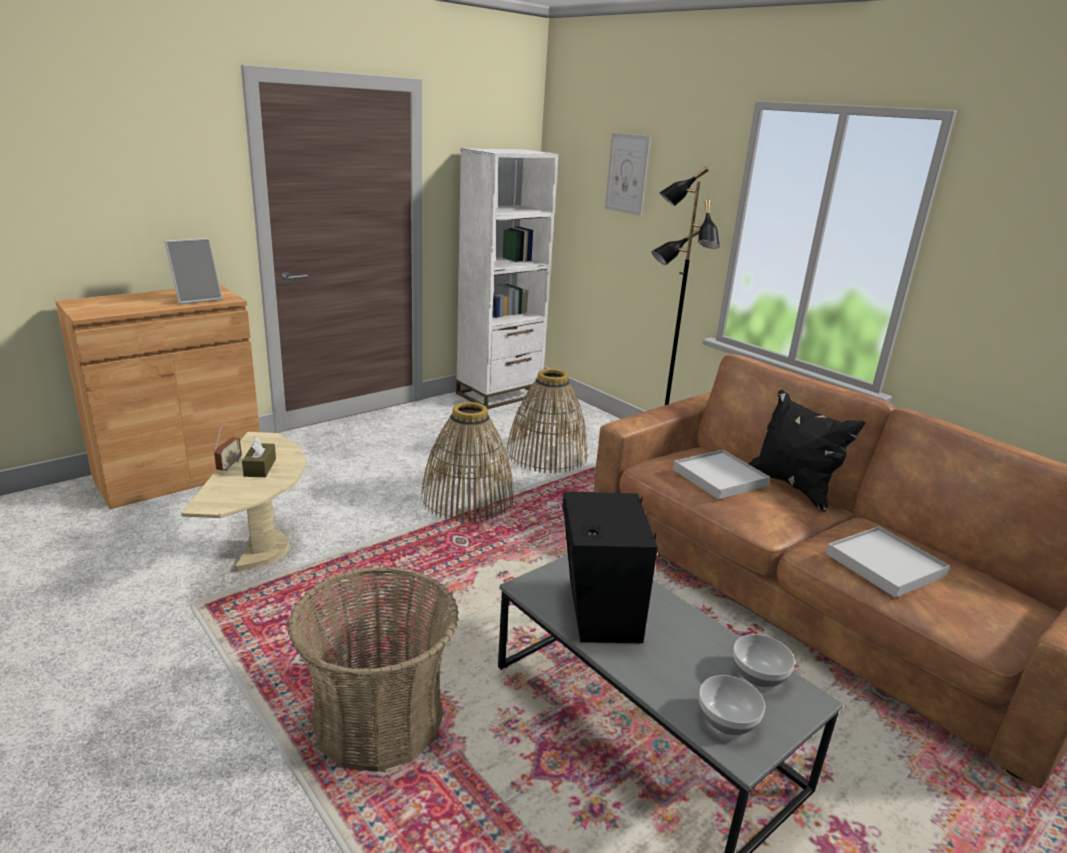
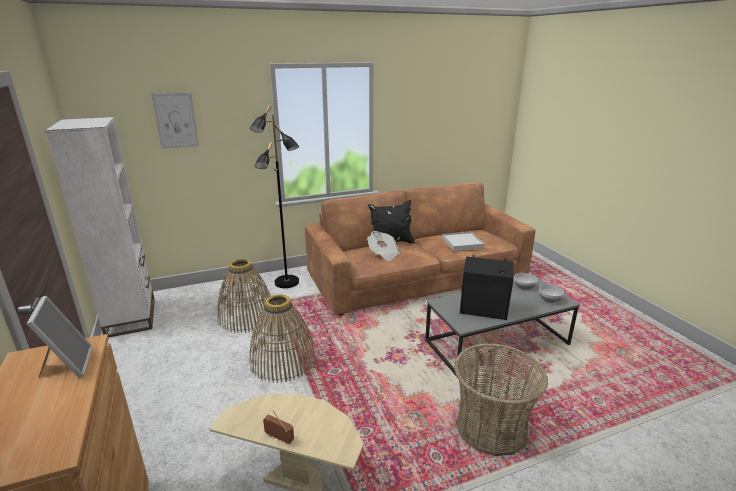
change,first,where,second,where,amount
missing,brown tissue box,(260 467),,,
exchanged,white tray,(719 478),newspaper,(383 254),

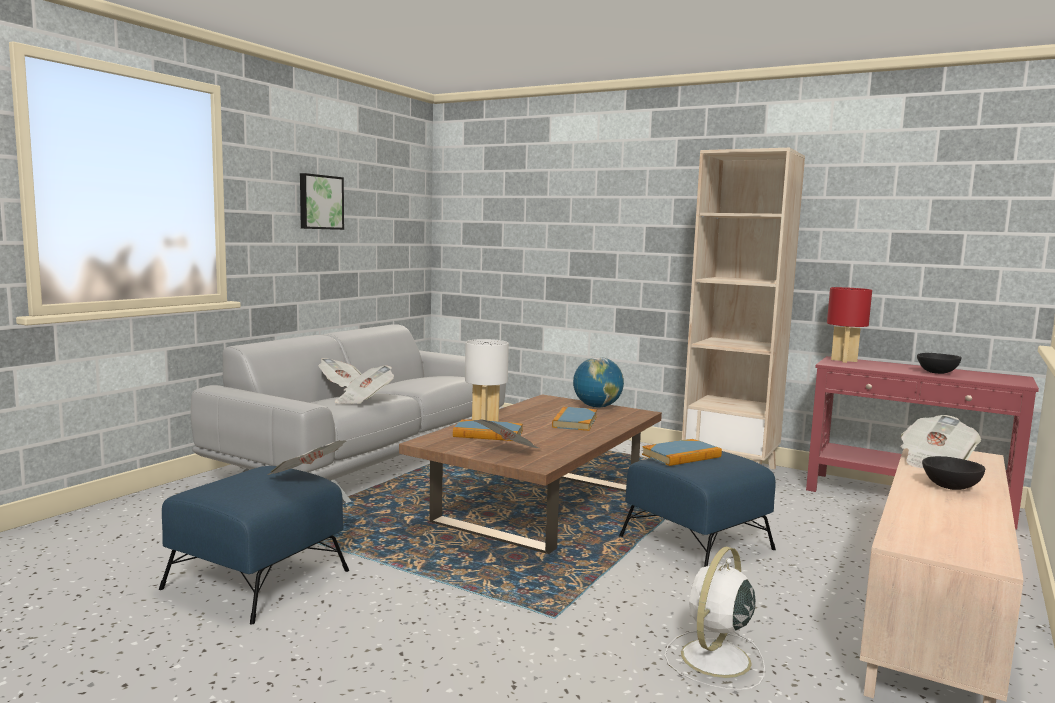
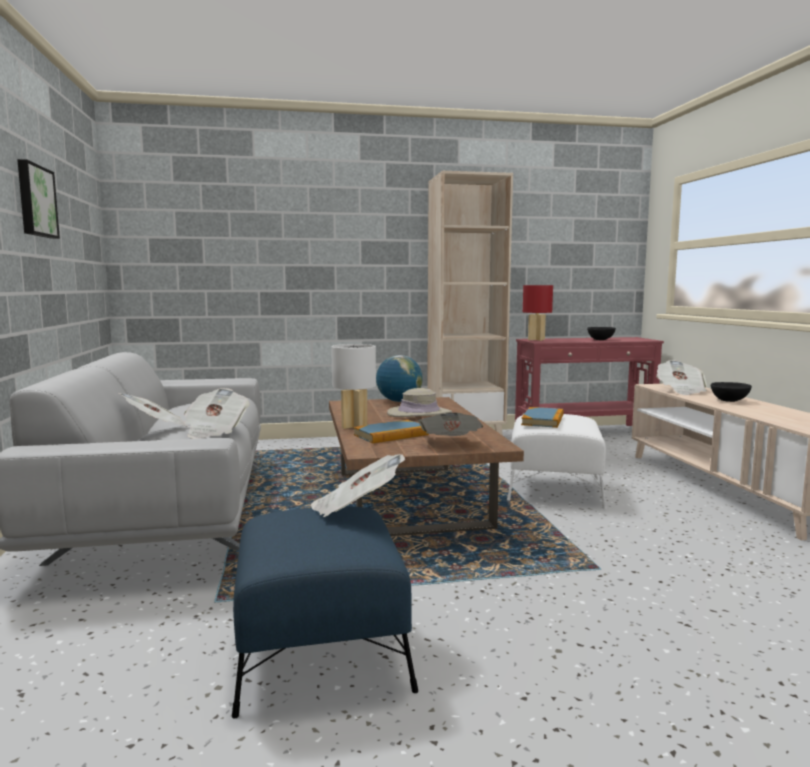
change,first,where,second,where,amount
exchanged,book,(574 422),beige hat,(419 413),
colour,blue ottoman,(694 543),white ottoman,(554 490),
missing,white fan,(714 660),,,

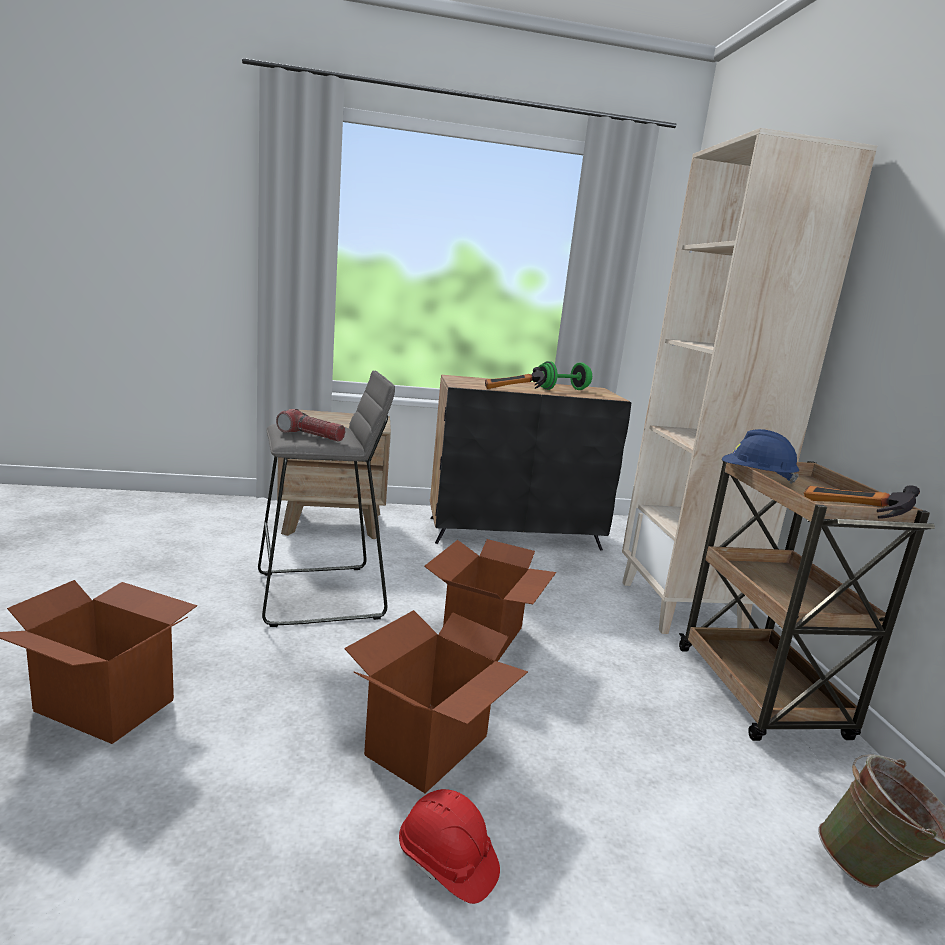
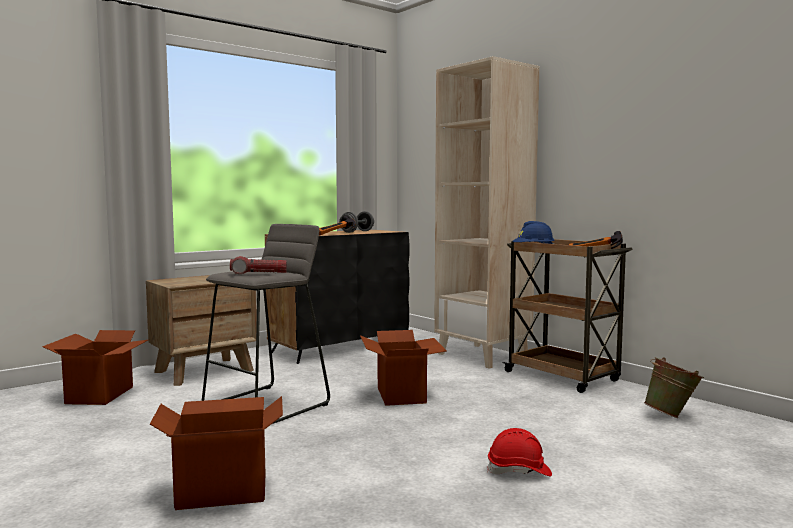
change,first,where,second,where,amount
relocated,cardboard box,(429 746),,(101 395),
colour,green dumbbell,(562 389),grey dumbbell,(357 231),

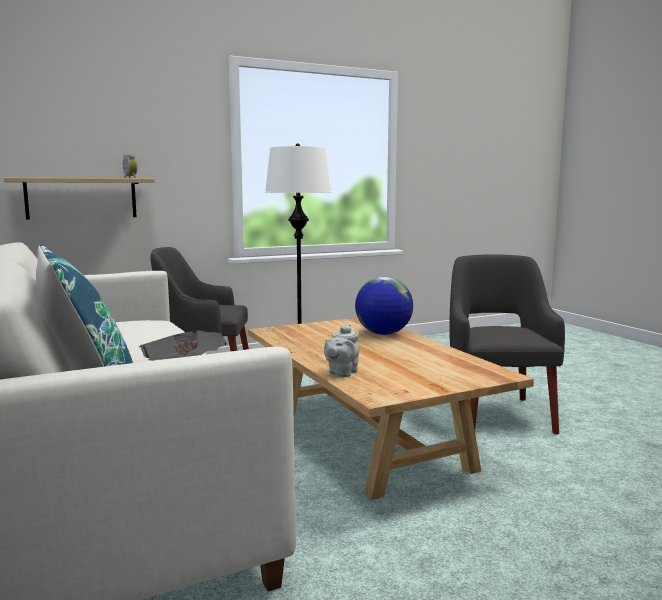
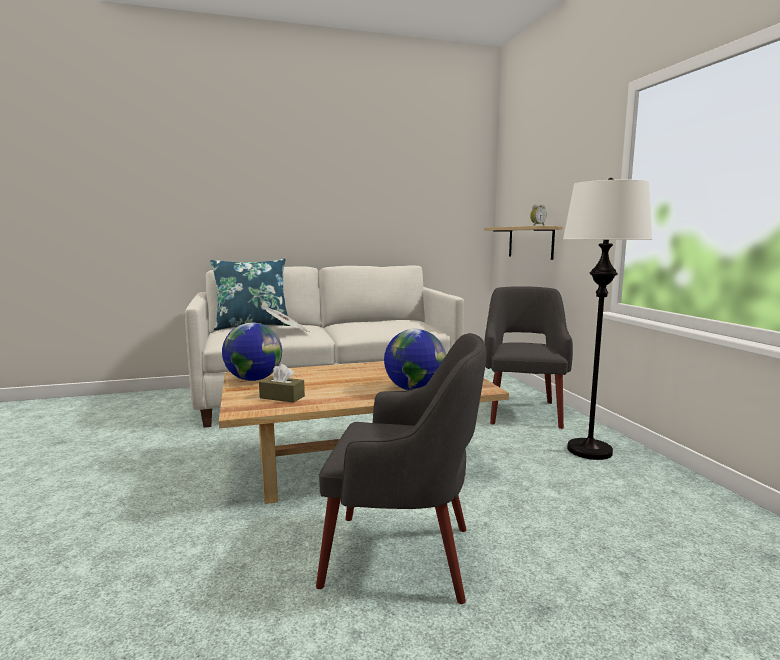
change,first,where,second,where,amount
missing,grey teapot,(341 373),,,
appeared,,,globe,(254 379),
appeared,,,brown tissue box,(282 397),

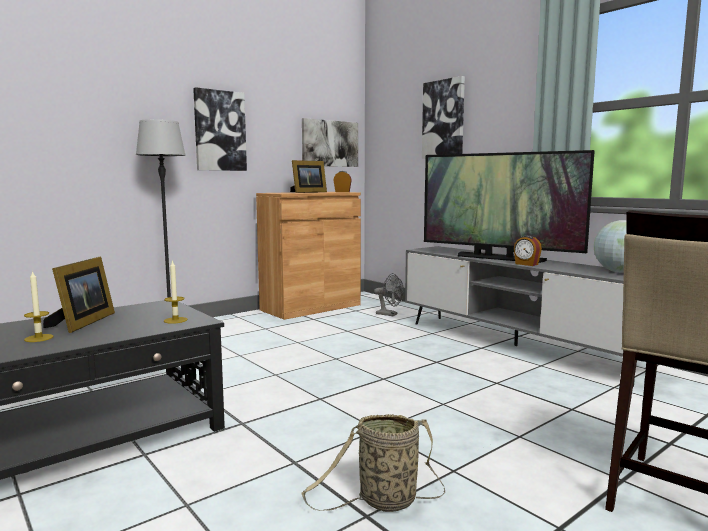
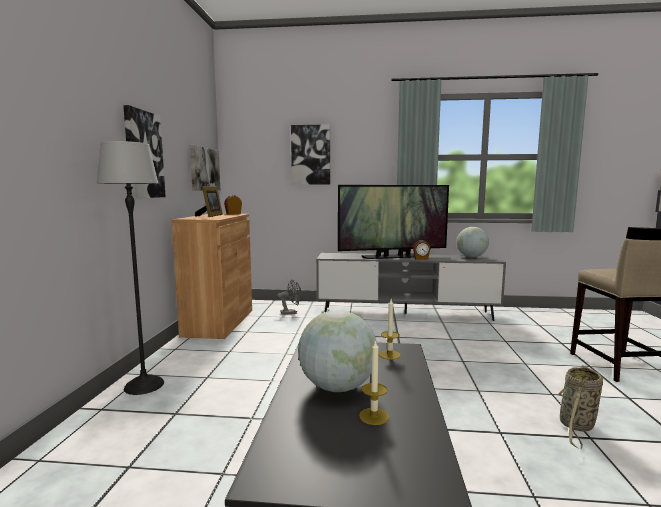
change,first,where,second,where,amount
exchanged,picture frame,(82 323),globe,(337 387),

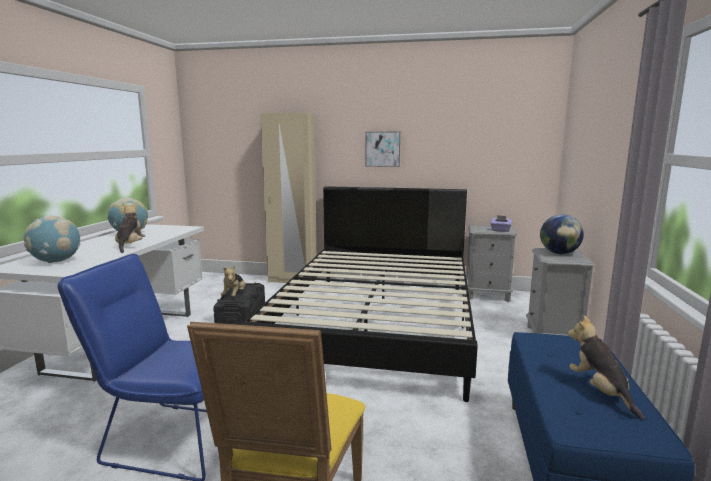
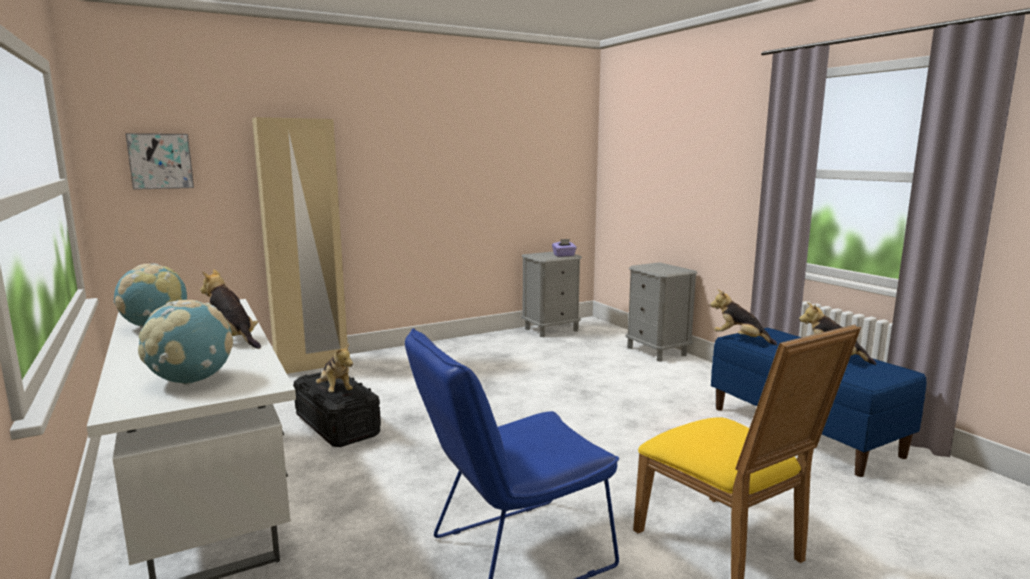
change,first,where,second,where,amount
missing,black bed,(378 323),,,
relocated,picture,(382 149),,(160 161),
missing,globe,(559 253),,,
appeared,,,plush toy,(740 339),

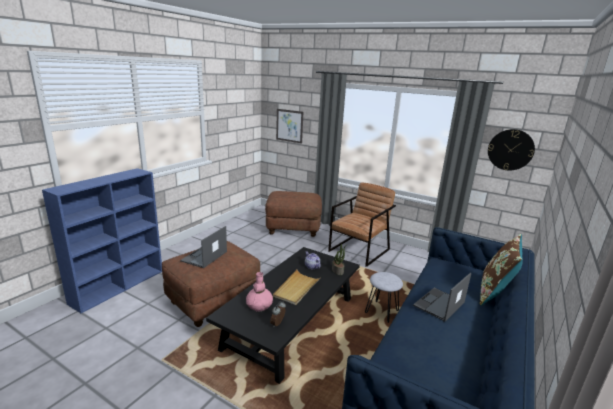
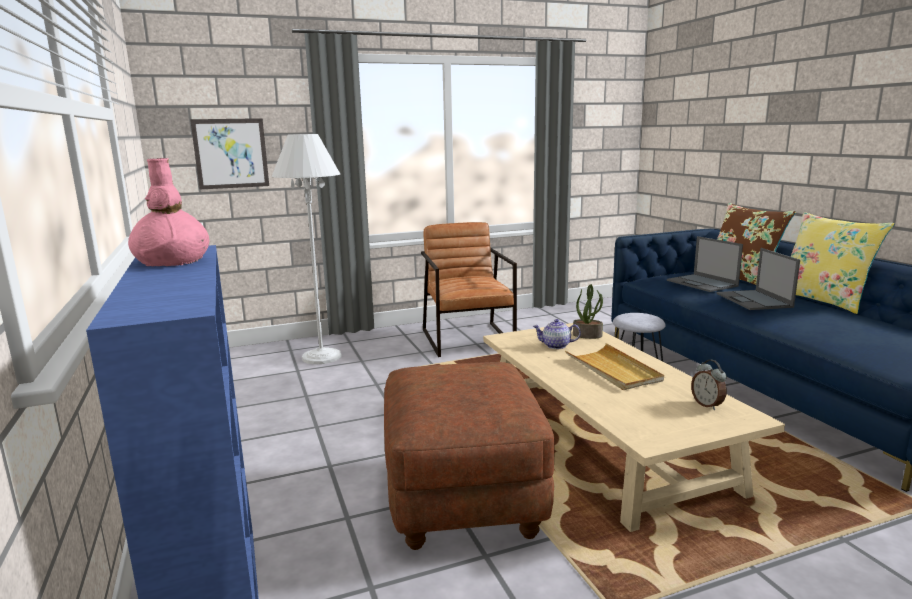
change,first,where,second,where,amount
relocated,laptop,(204 256),,(702 283),
colour,black coffee table,(292 322),beige coffee table,(604 442),
relocated,pink vase,(259 305),,(173 261),
exchanged,brown ottoman,(293 228),white floor lamp,(321 357),
missing,wall clock,(510 150),,,
appeared,,,yellow pillow,(823 300),

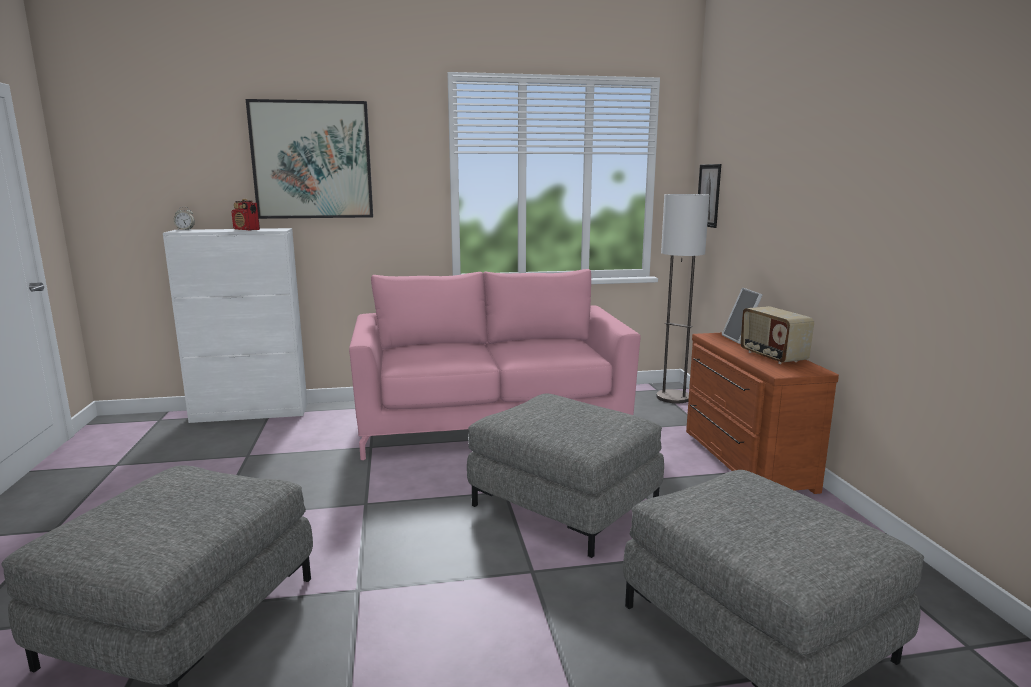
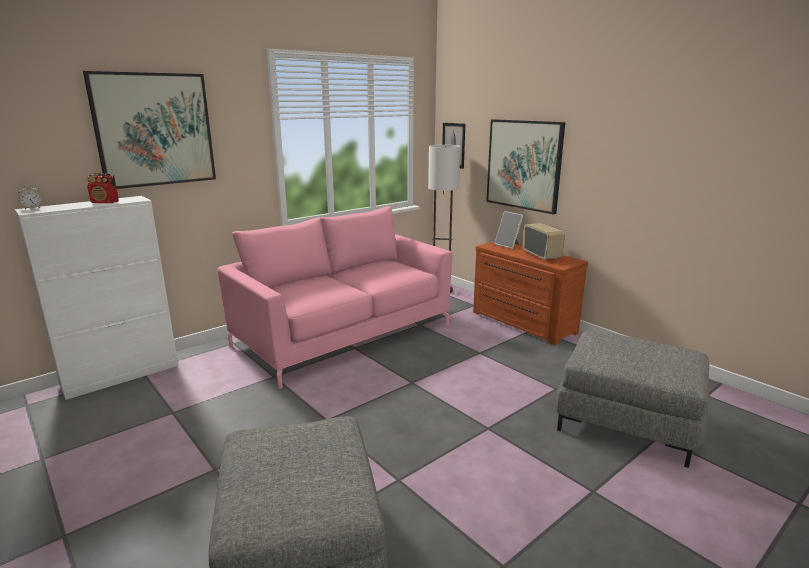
change,first,where,second,where,amount
missing,grey ottoman,(565 504),,,
spun,radio,(772 357),,(541 255),150 degrees counterclockwise
appeared,,,picture,(524 165),

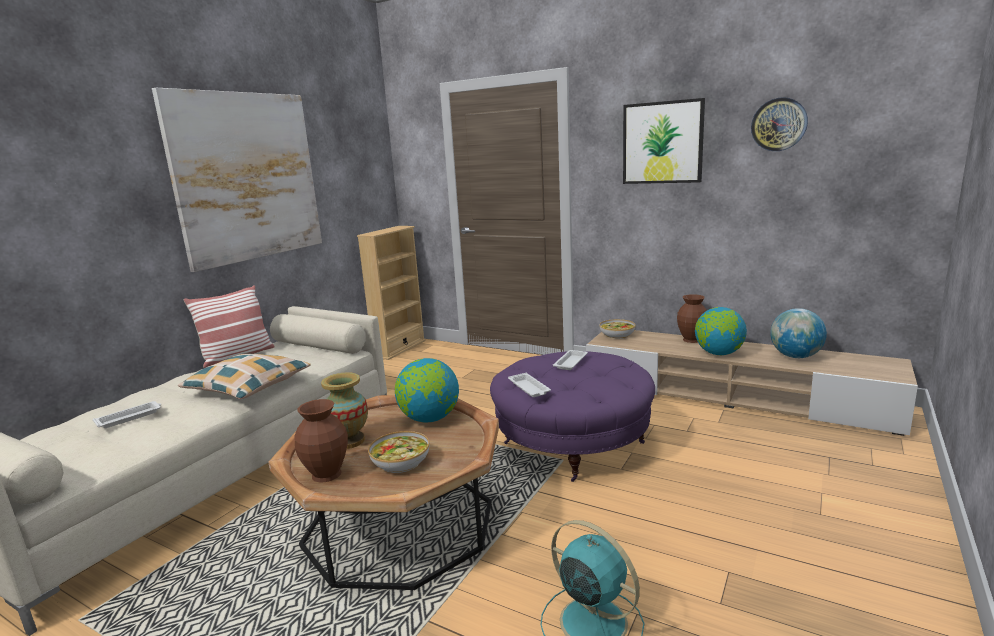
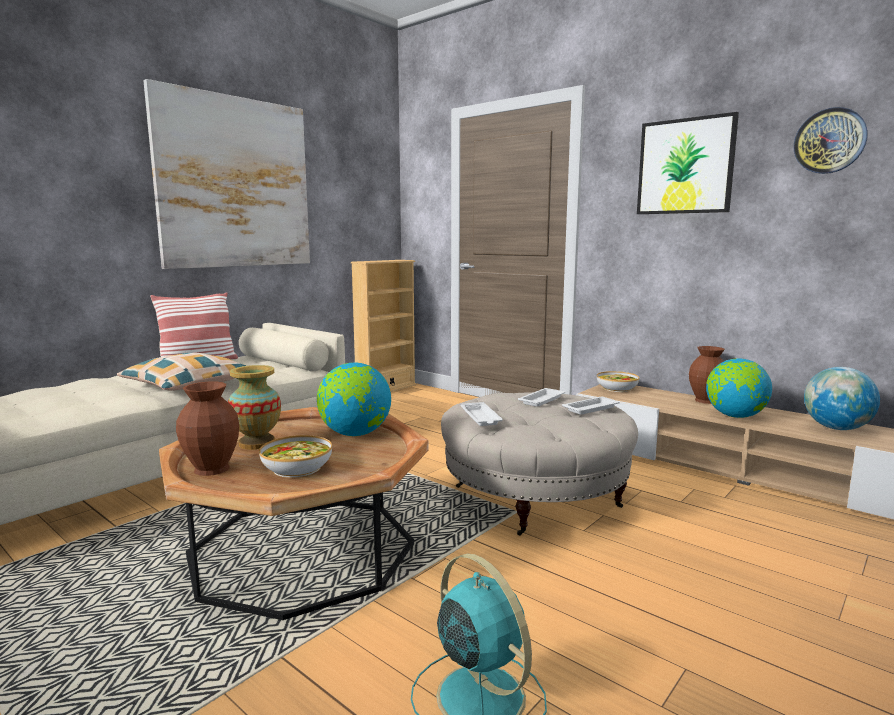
change,first,where,second,where,amount
relocated,white tray,(130 417),,(592 408),
colour,purple ottoman,(572 443),beige ottoman,(535 496),

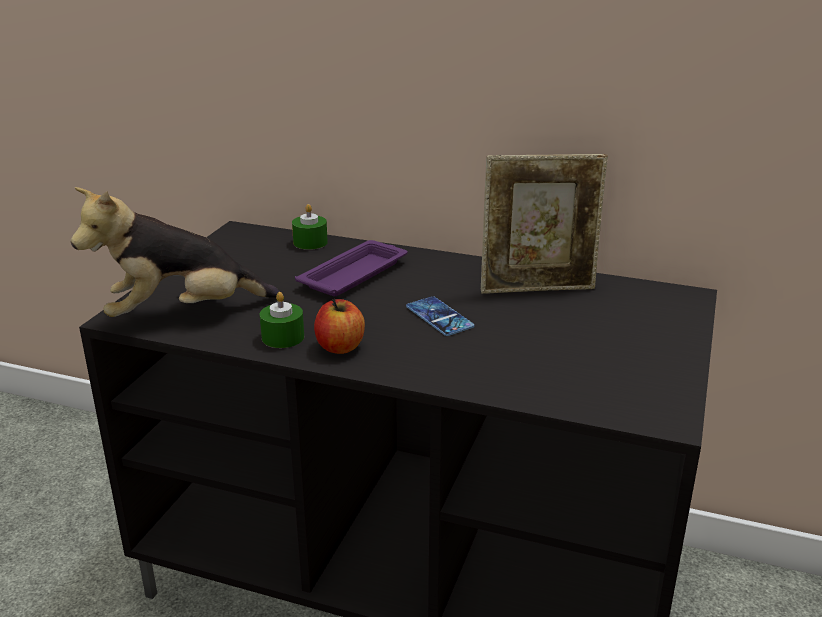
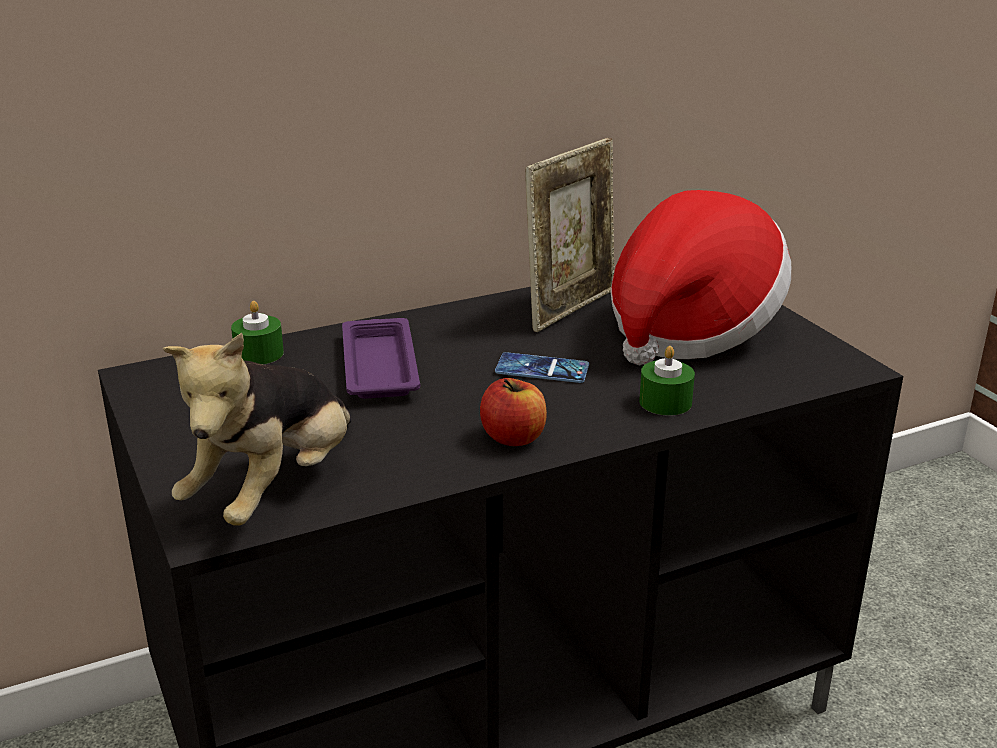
change,first,where,second,where,amount
relocated,green candle,(283 337),,(665 402),
appeared,,,hat,(690 330),

